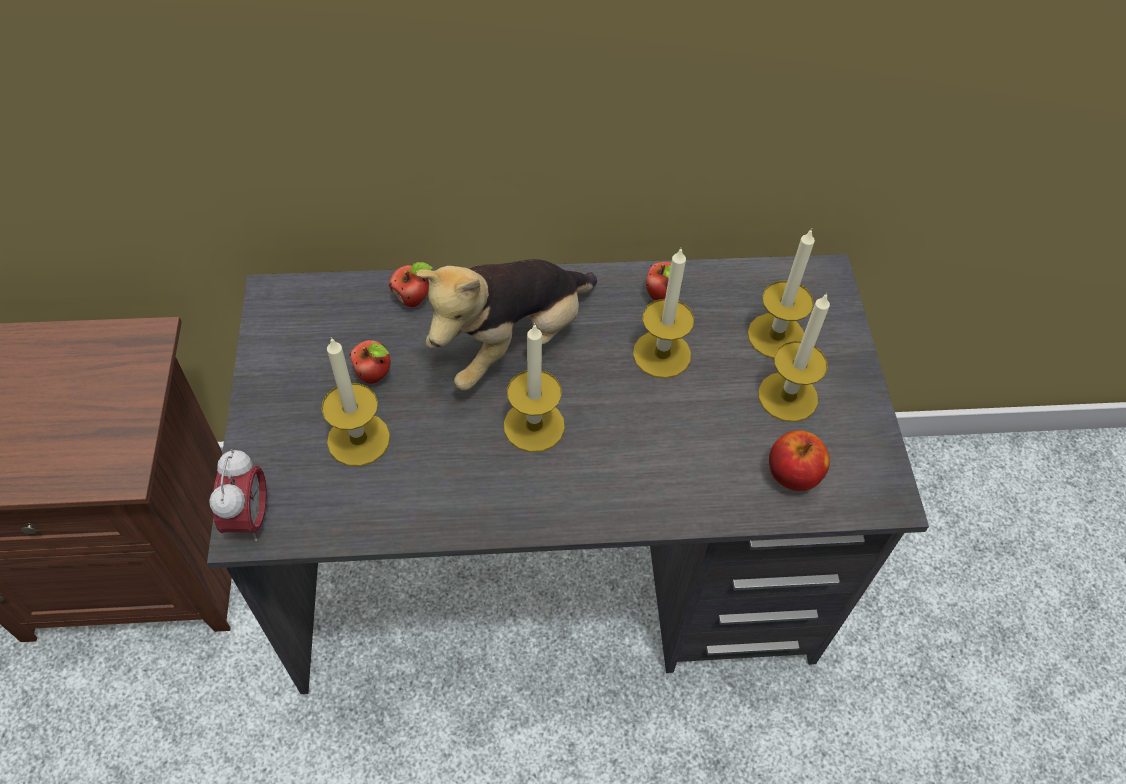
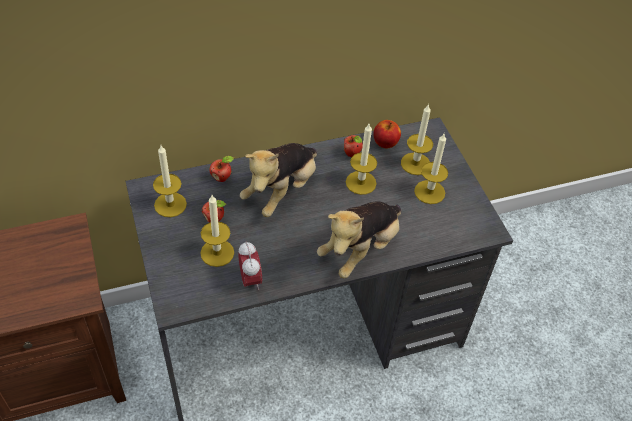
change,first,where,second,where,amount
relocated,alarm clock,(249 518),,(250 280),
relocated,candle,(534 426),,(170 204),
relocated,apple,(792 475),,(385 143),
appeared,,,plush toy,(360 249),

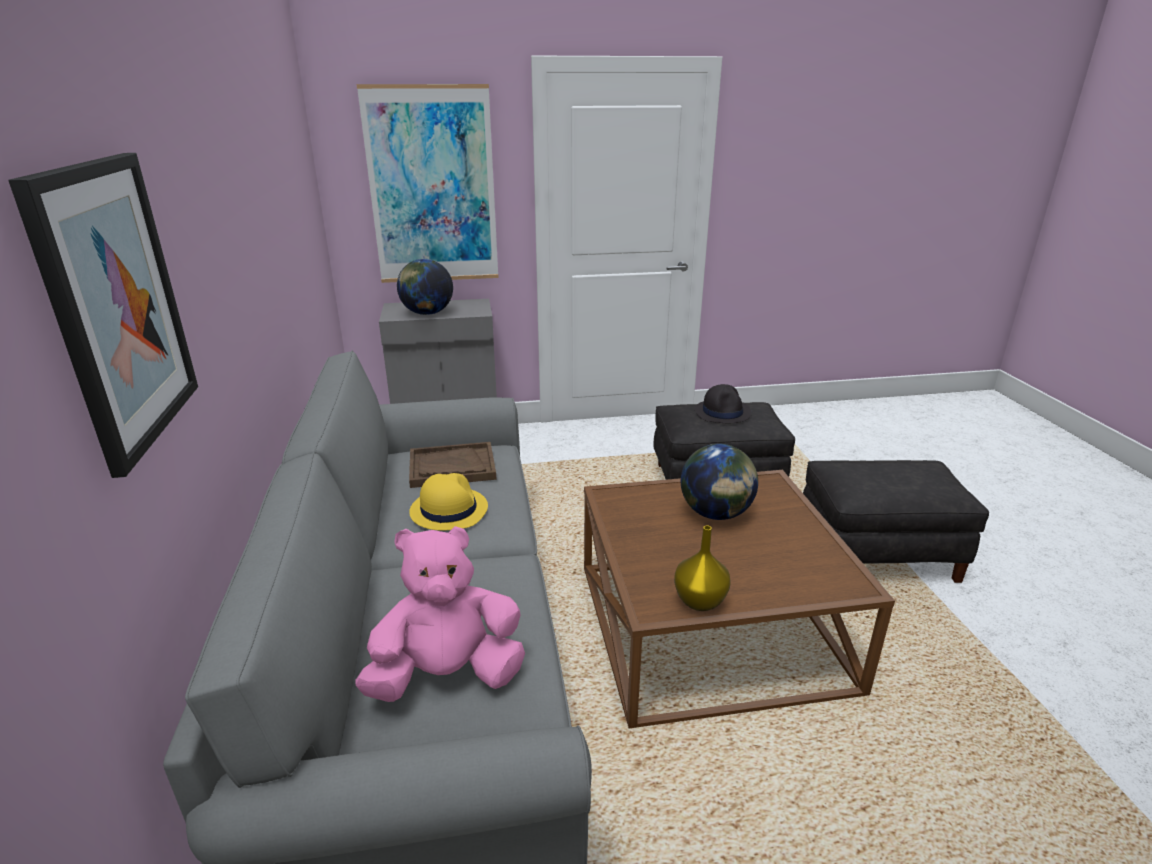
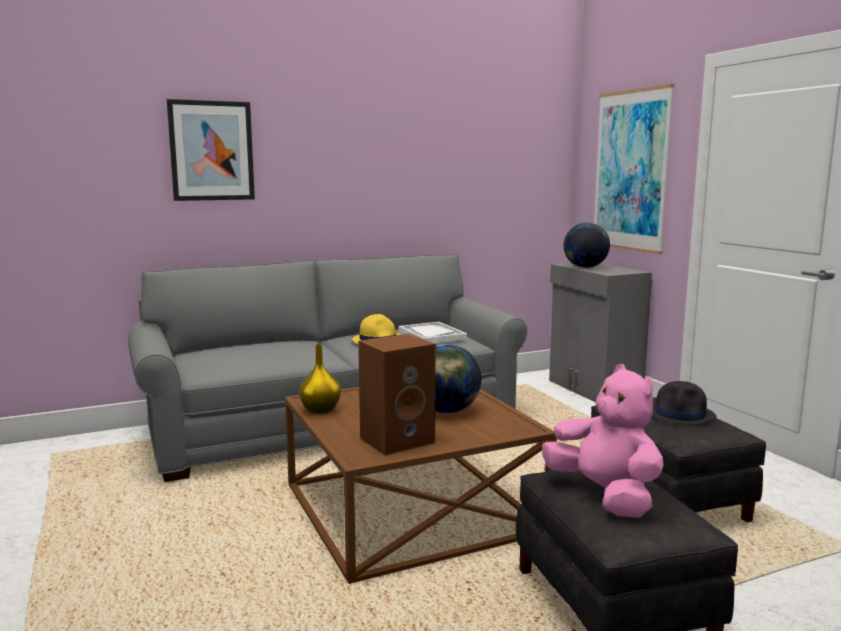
change,first,where,second,where,amount
relocated,pink plush toy,(447 675),,(605 496),
colour,brown tray,(452 467),white tray,(431 335),
appeared,,,brown speaker,(398 440),

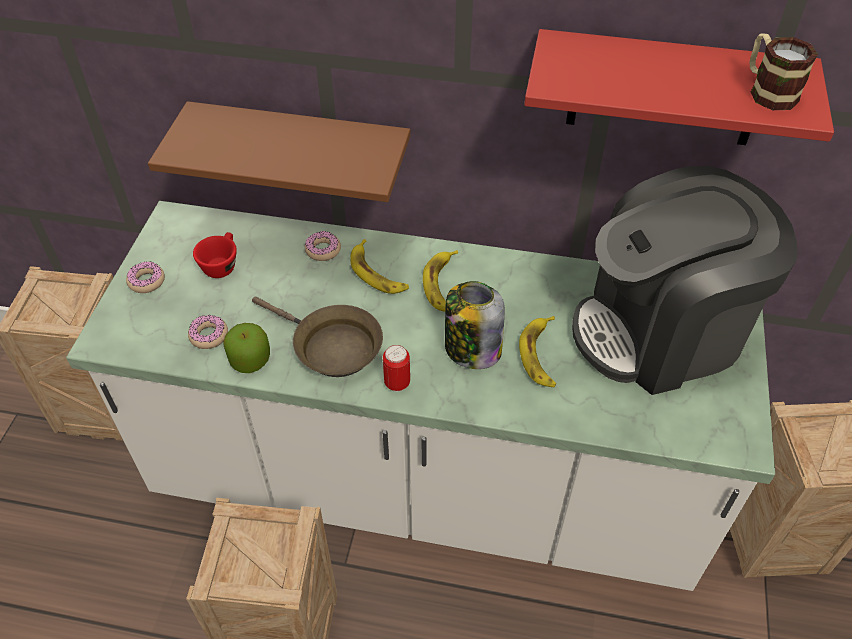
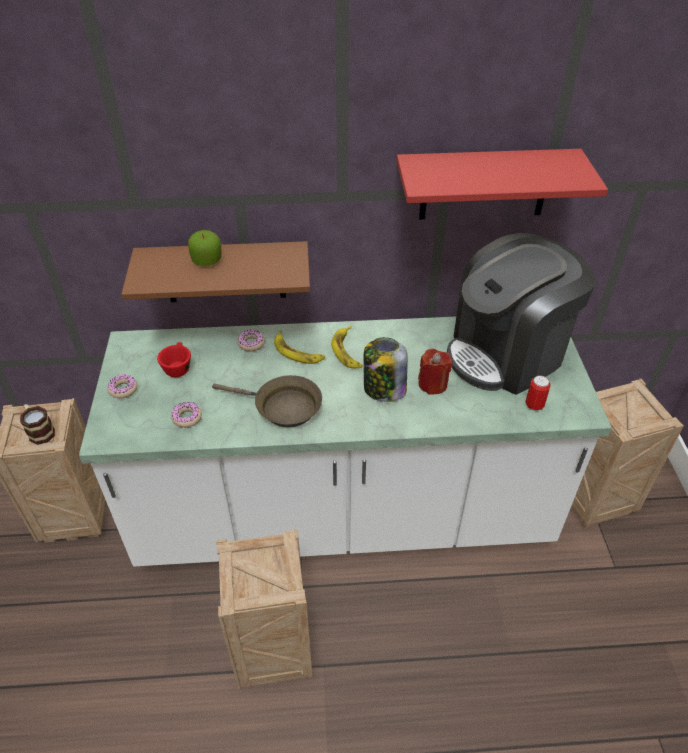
change,first,where,second,where,amount
relocated,apple,(250 360),,(207 260),
relocated,can,(397 383),,(534 405),
exchanged,banana,(540 355),red candle,(432 384),
relocated,mug,(767 91),,(39 431),

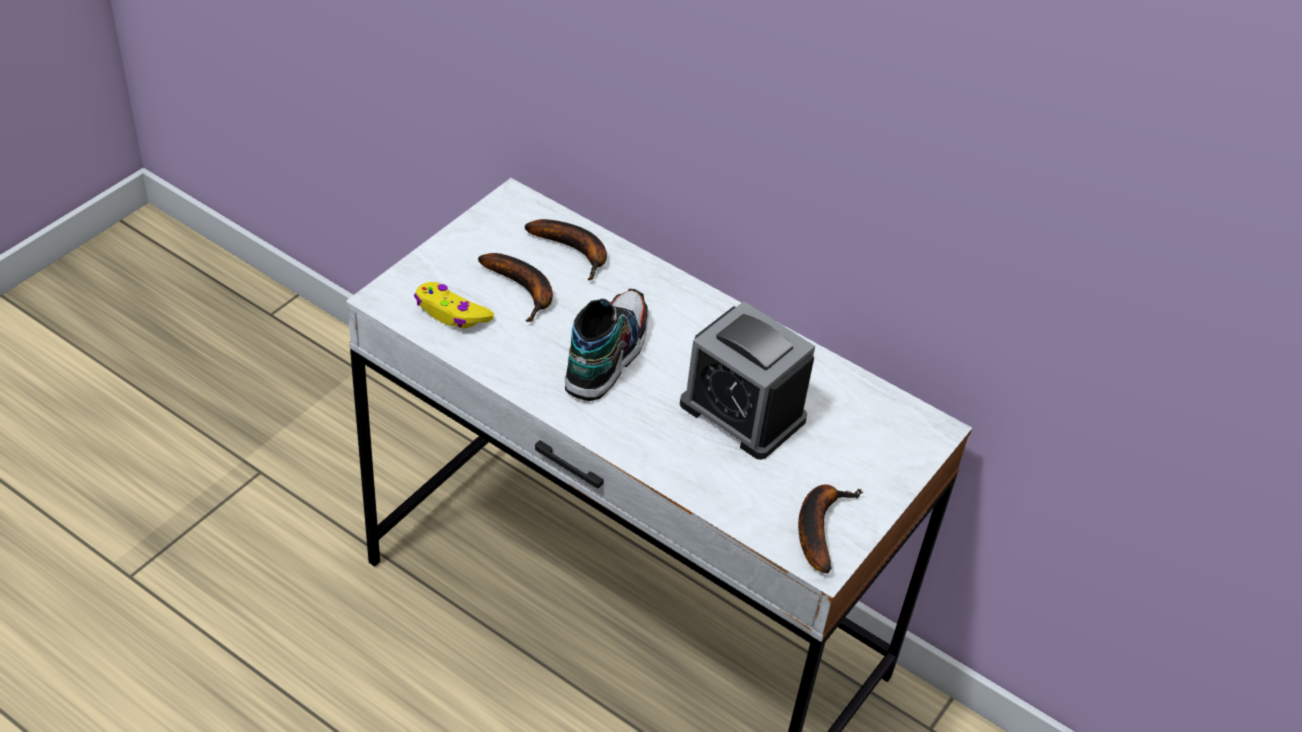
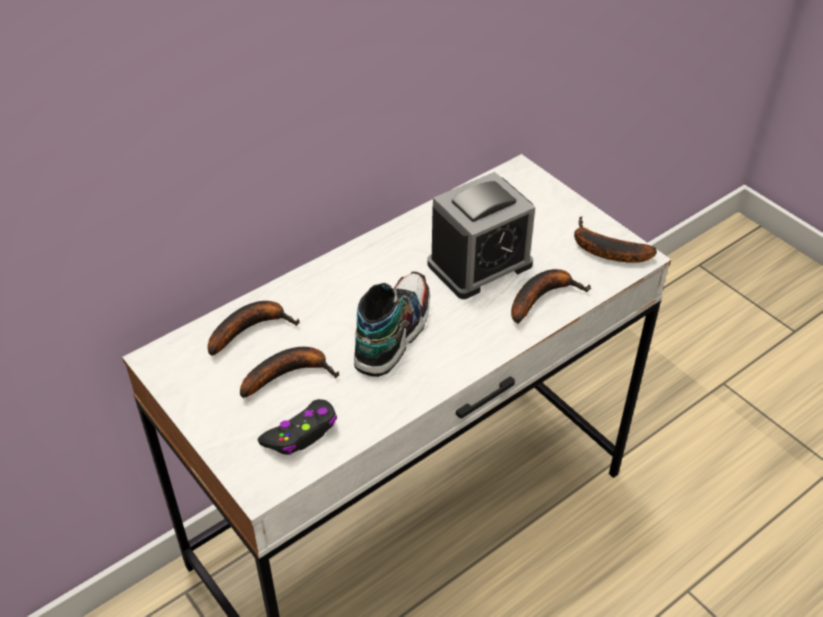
change,first,where,second,where,amount
colour,yellow game controller,(451 313),black game controller,(301 434),
spun,shoe,(606 355),,(392 333),75 degrees clockwise
appeared,,,banana,(542 297),

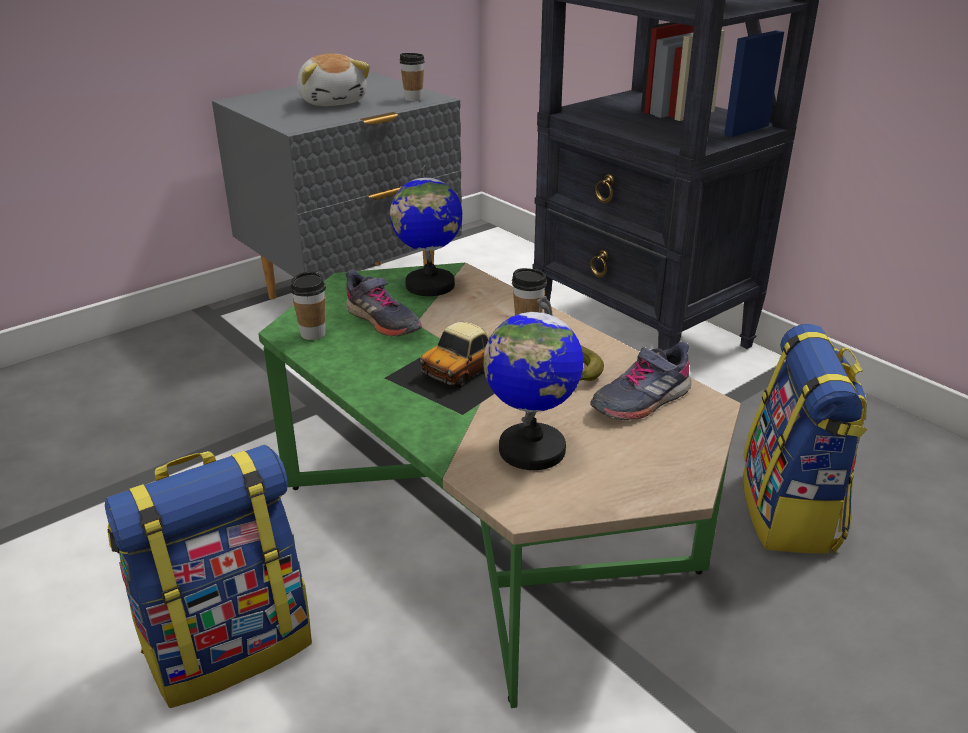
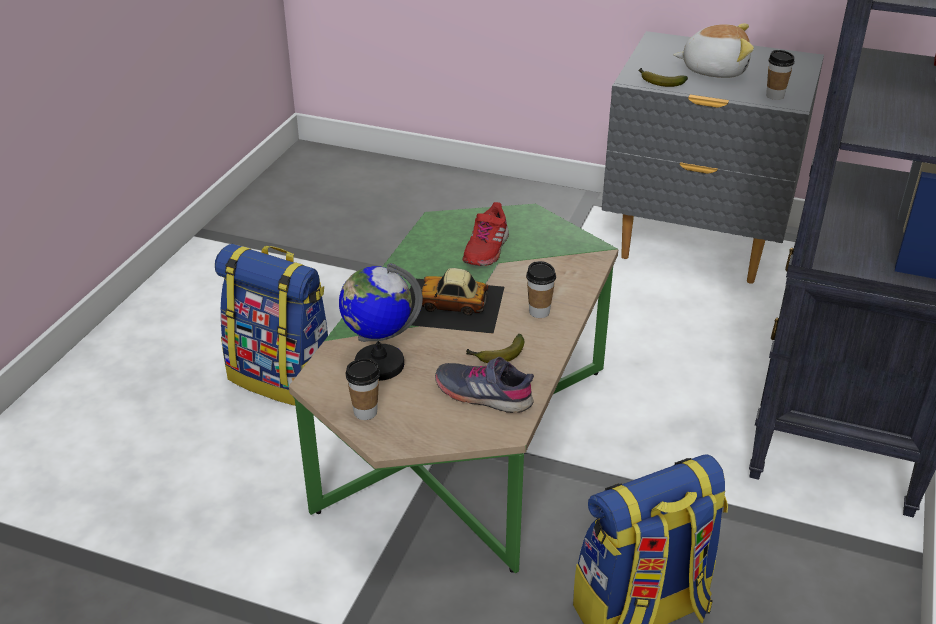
change,first,where,second,where,amount
relocated,cup,(313 334),,(365 412),
spun,plush toy,(333 101),,(714 70),120 degrees counterclockwise
colour,grey shoe,(382 321),red shoe,(485 249),
missing,globe,(429 285),,,
appeared,,,banana,(659 82),

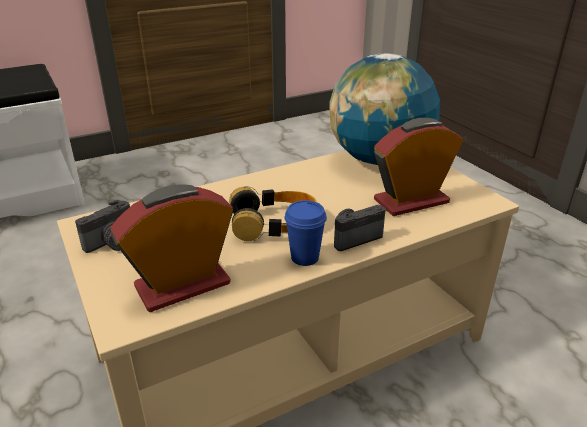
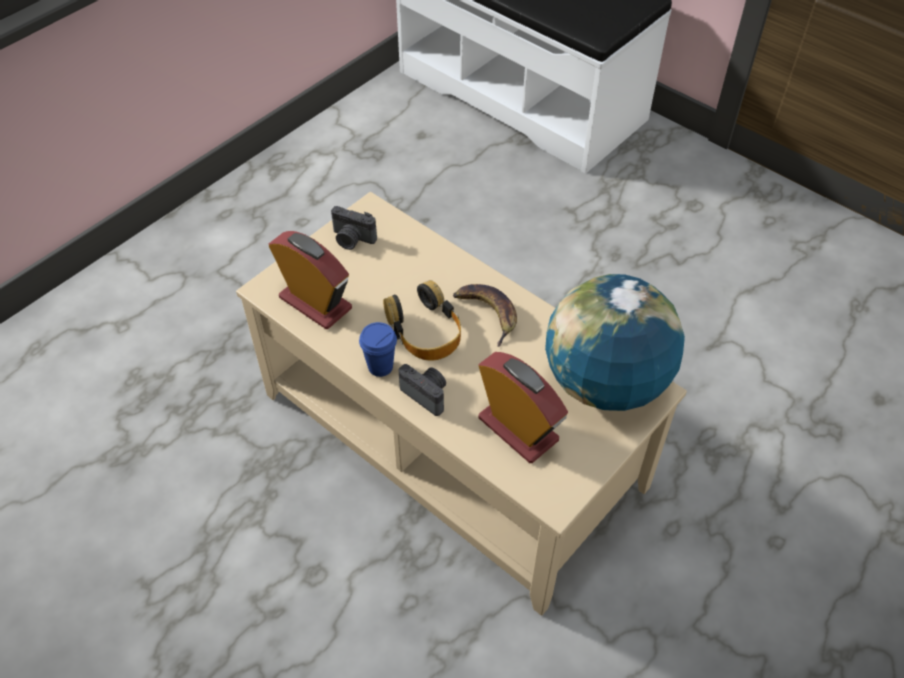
change,first,where,second,where,amount
appeared,,,banana,(488 313),

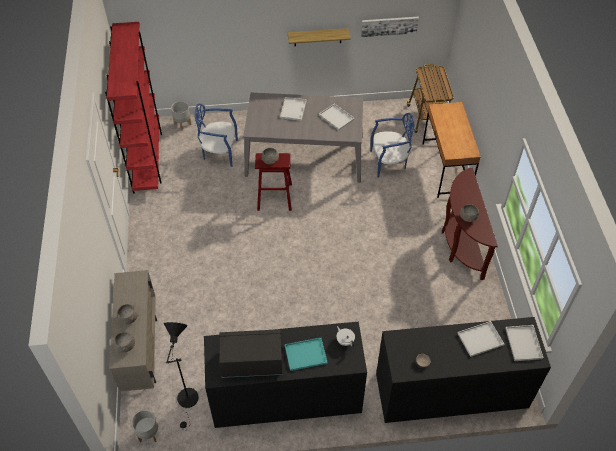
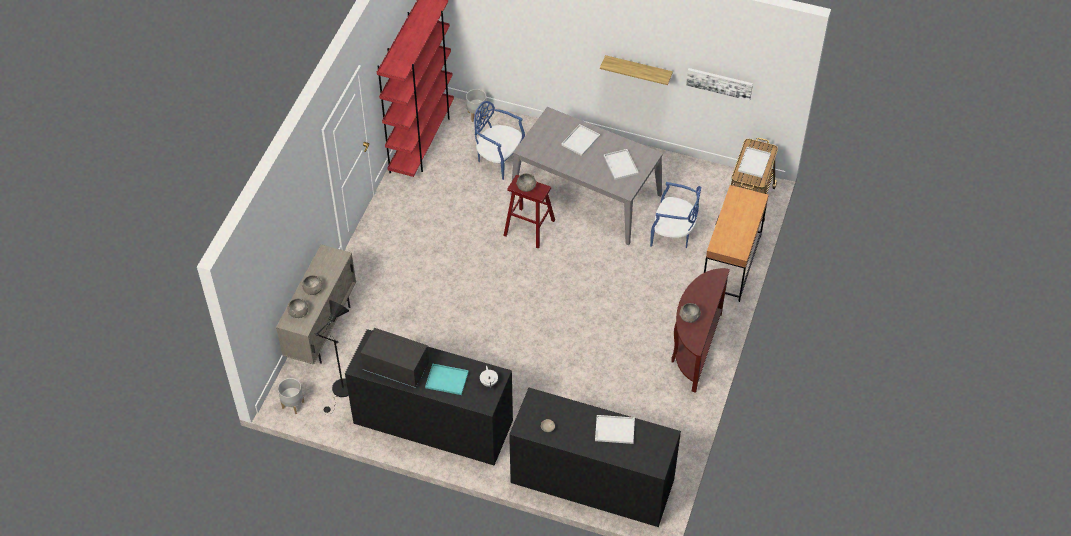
change,first,where,second,where,amount
relocated,white tray,(523 342),,(754 162),

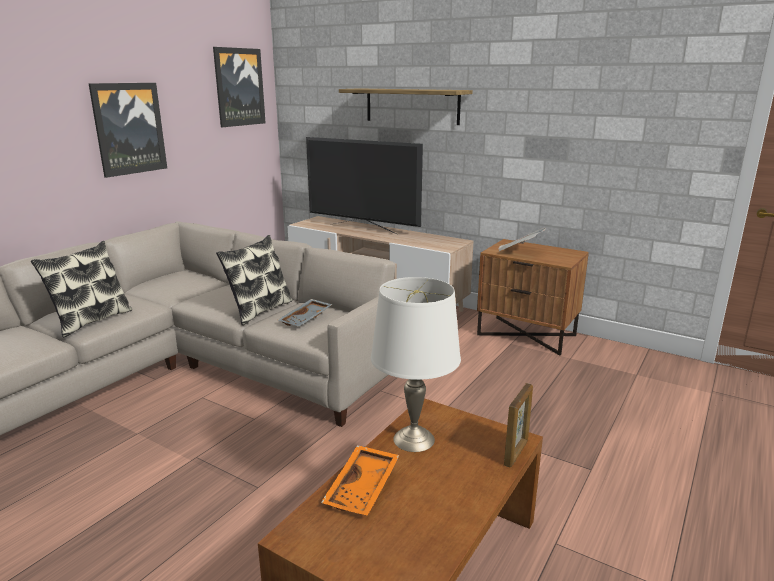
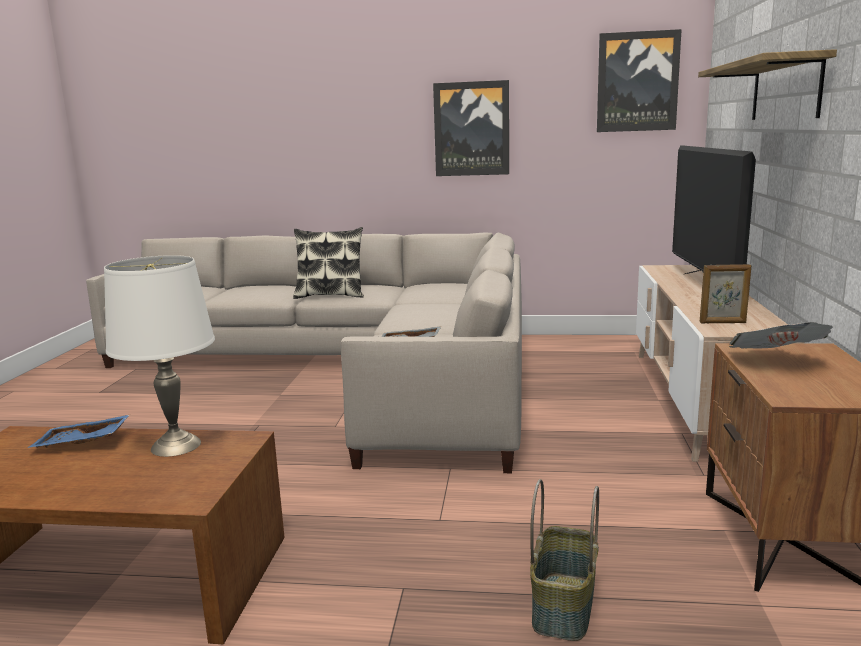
change,first,where,second,where,amount
missing,pillow,(259 310),,,
colour,orange tray,(363 489),blue tray,(82 443),
relocated,picture frame,(516 453),,(723 322),
appeared,,,basket,(565 607),

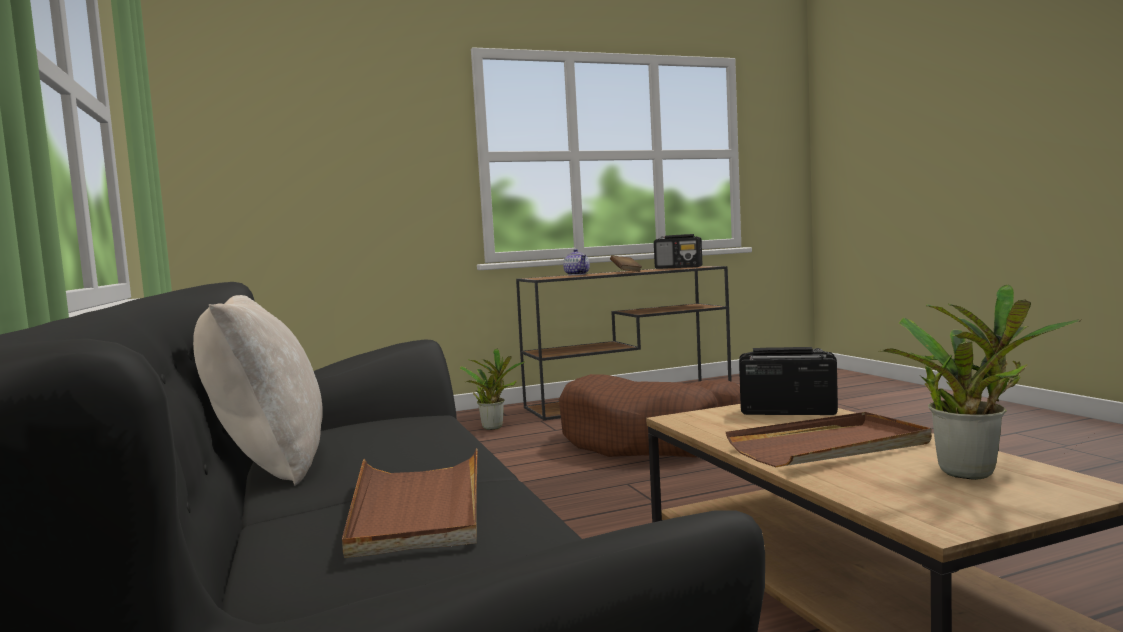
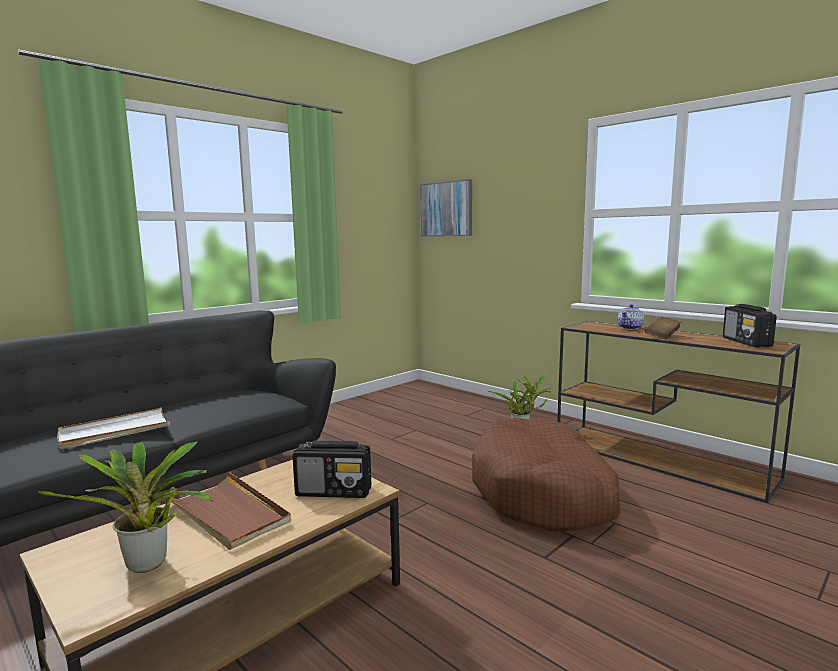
change,first,where,second,where,amount
missing,beige pillow,(270 463),,,
colour,brown tray,(417 507),white tray,(114 432),
spun,radio,(786 412),,(334 492),105 degrees clockwise
appeared,,,picture,(446 209),

